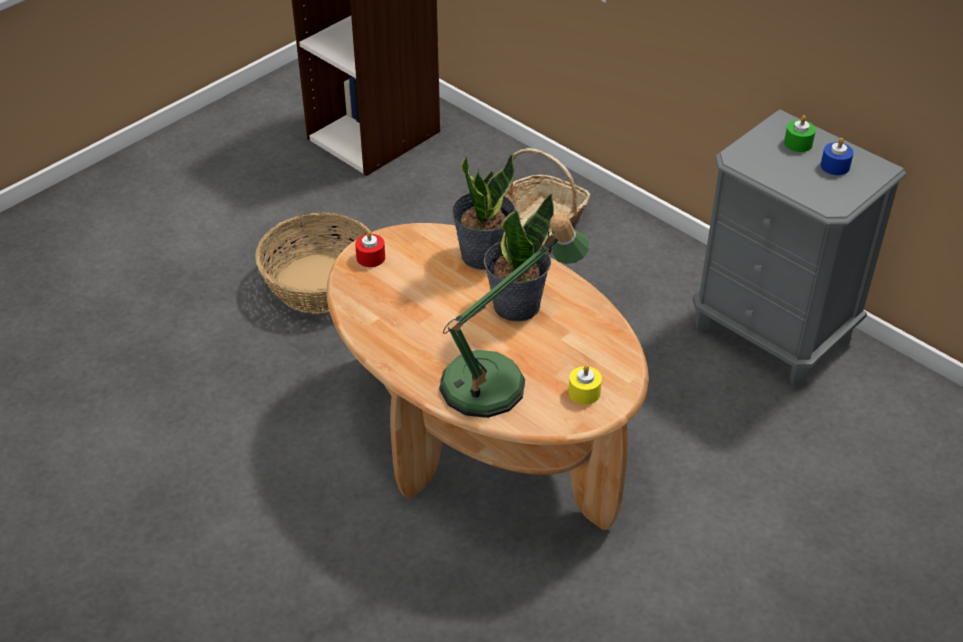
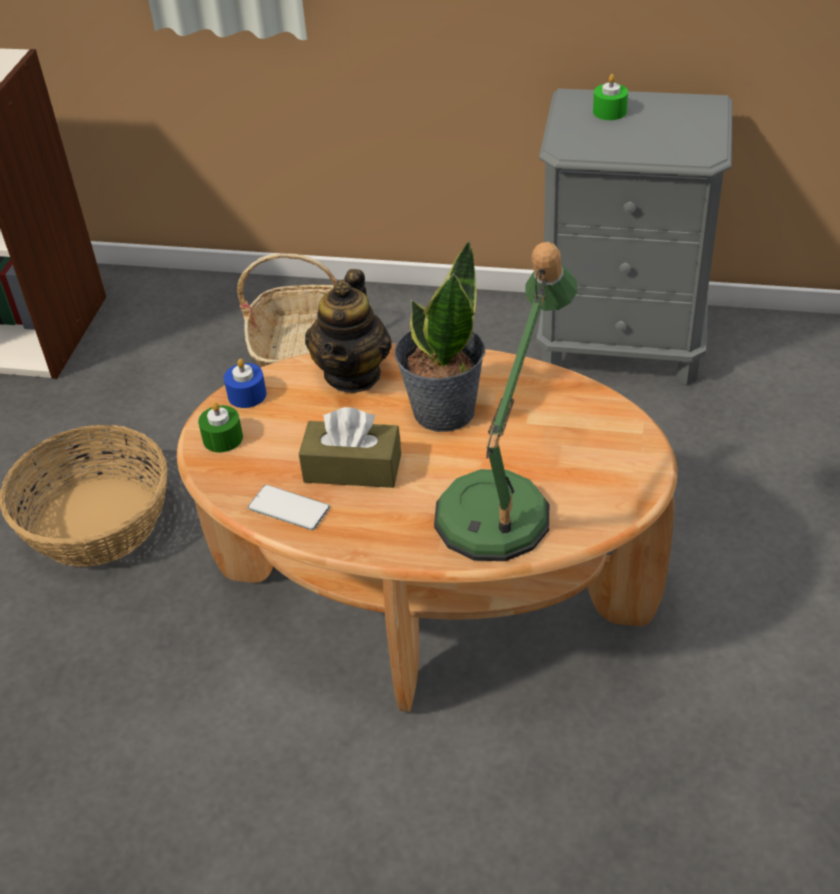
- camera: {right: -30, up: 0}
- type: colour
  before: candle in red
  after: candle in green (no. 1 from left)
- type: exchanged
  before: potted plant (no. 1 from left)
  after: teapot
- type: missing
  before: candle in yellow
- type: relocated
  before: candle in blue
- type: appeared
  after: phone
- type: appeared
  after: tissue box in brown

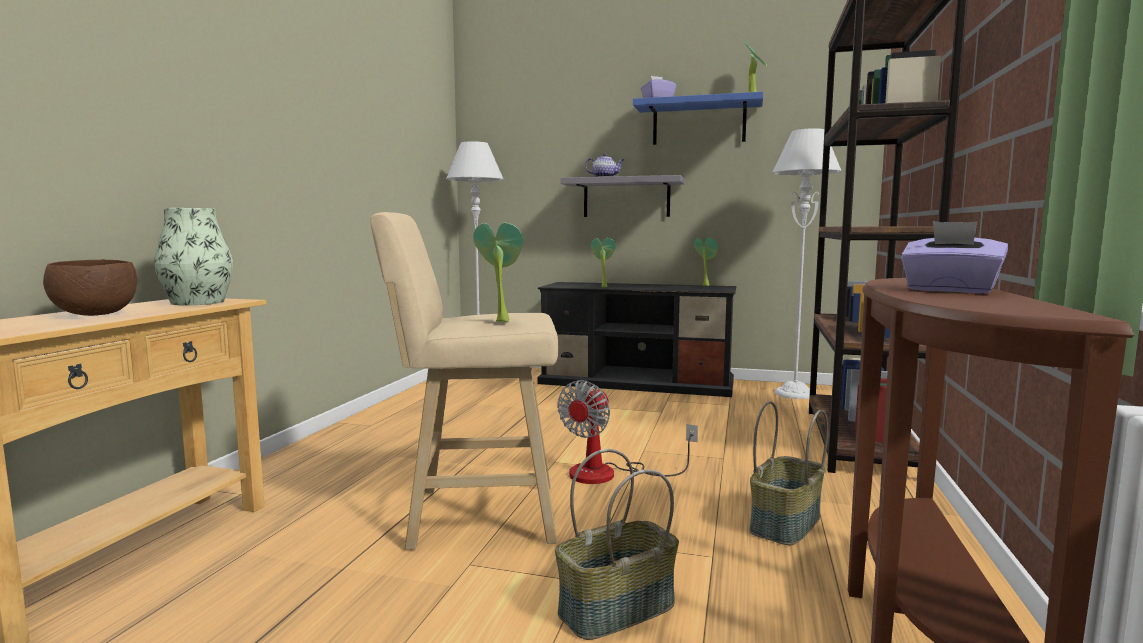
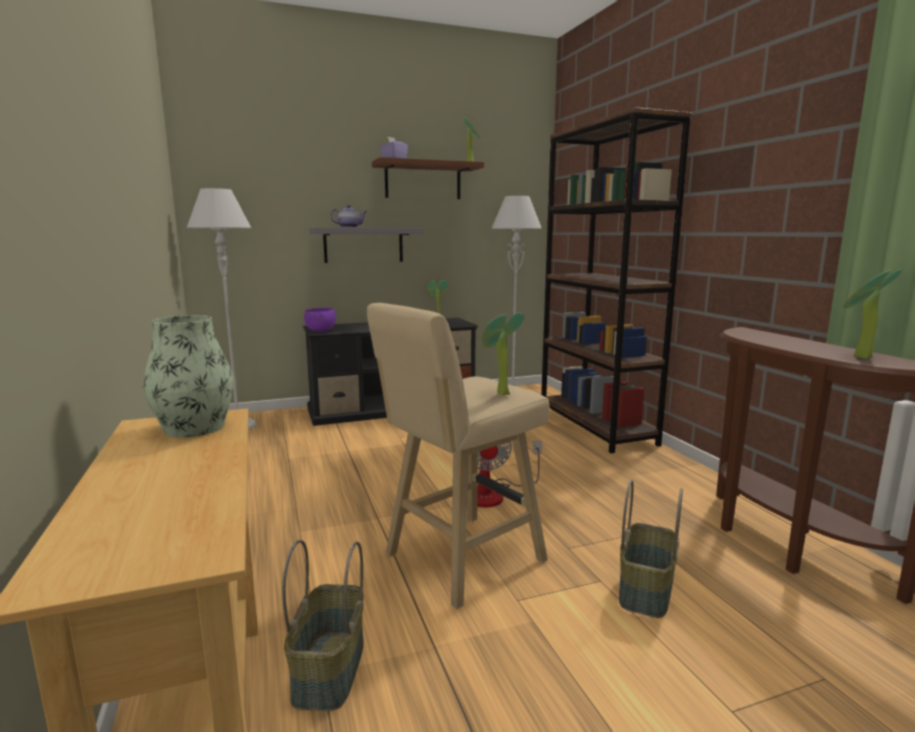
- camera: {right: -35, up: 5}
- type: missing
  before: bowl in brown
- type: relocated
  before: potted plant (no. 2 from left in the first image)
  after: potted plant (no. 4 from left)
- type: colour
  before: shelf in blue
  after: shelf in brown
- type: relocated
  before: basket (no. 2 from left in the first image)
  after: basket (no. 1 from left)
- type: missing
  before: tissue box in purple (no. 2 from left)
- type: appeared
  after: bowl in purple

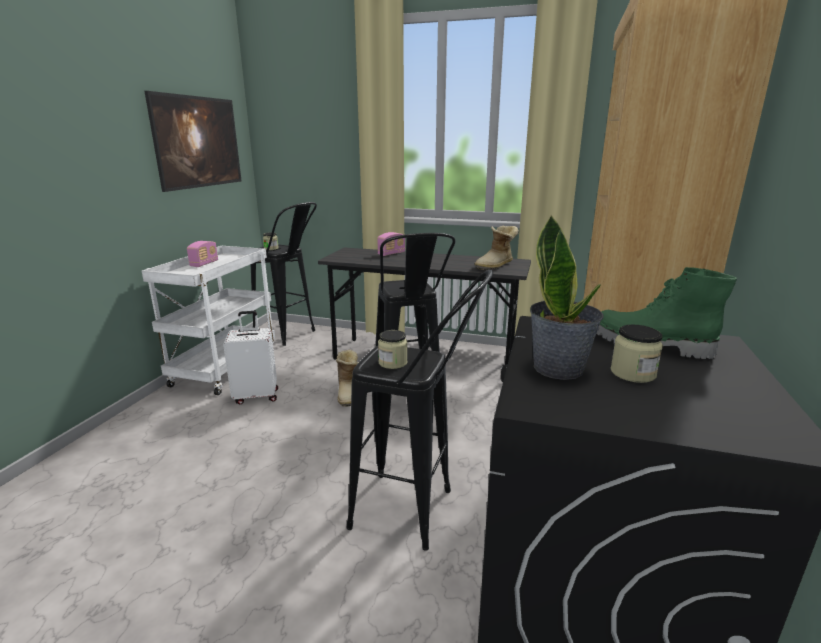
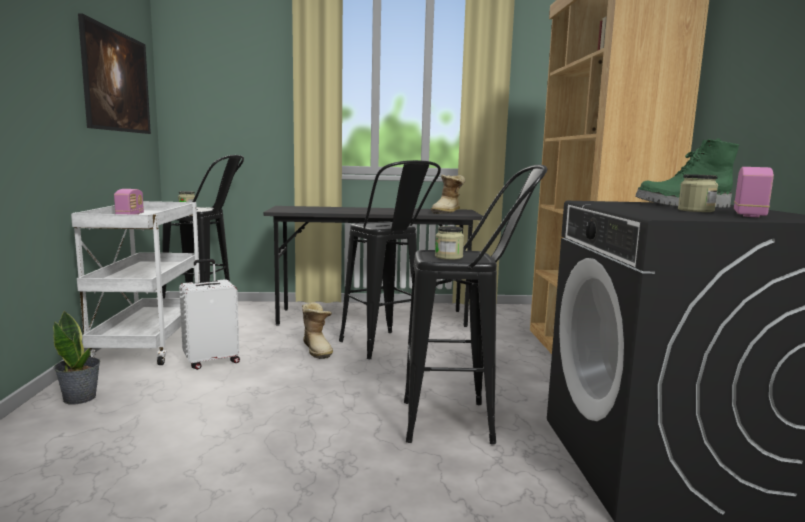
- camera: {right: -20, up: -10}
- type: relocated
  before: radio (no. 2 from left)
- type: relocated
  before: potted plant

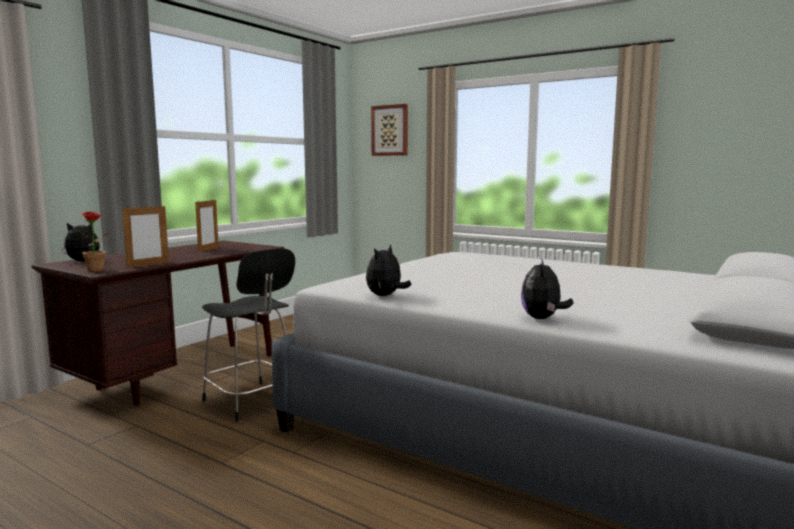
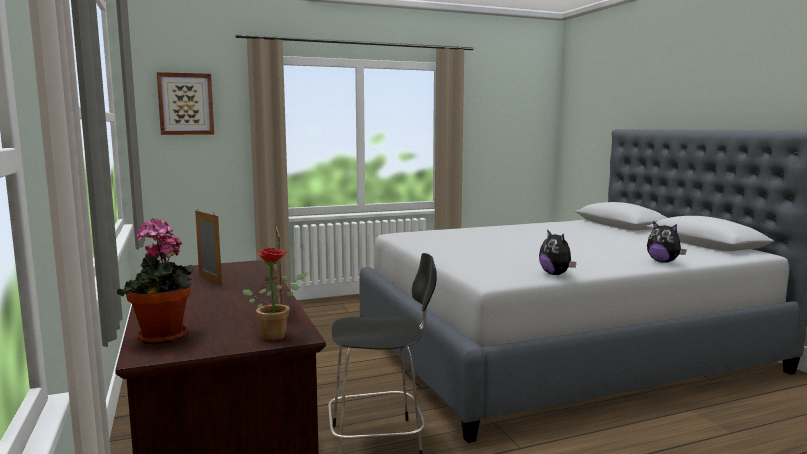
- camera: {right: -55, up: 0}
- type: exchanged
  before: plush toy (no. 1 from left)
  after: potted plant (no. 1 from left)

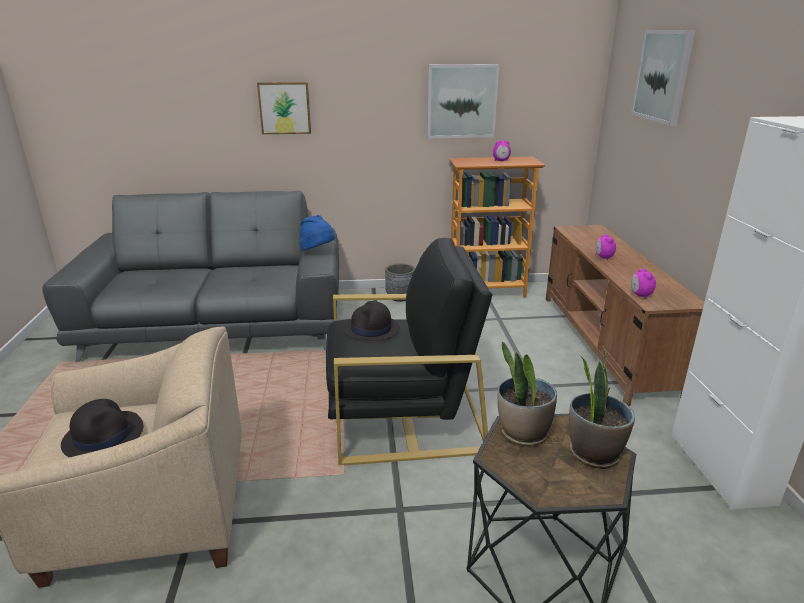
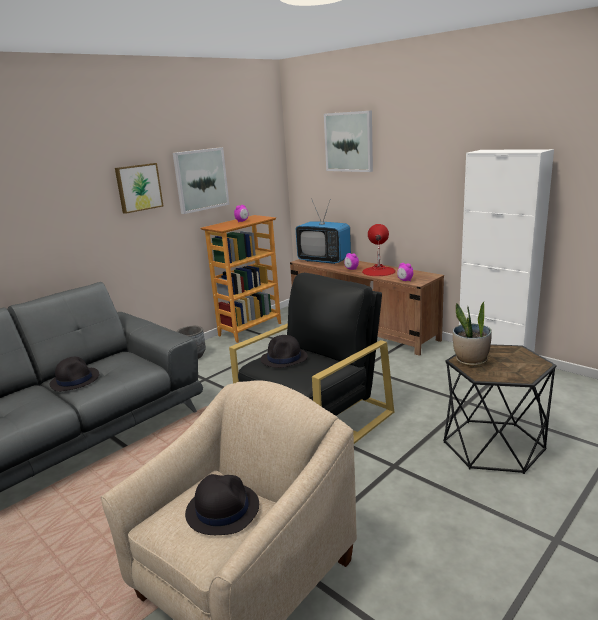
- camera: {right: -40, up: -5}
- type: relocated
  before: picture (no. 1 from left)
- type: missing
  before: hat in blue
- type: missing
  before: potted plant (no. 2 from left)
- type: appeared
  after: hat in black (no. 1 from left)
- type: appeared
  after: television
- type: appeared
  after: table lamp in red

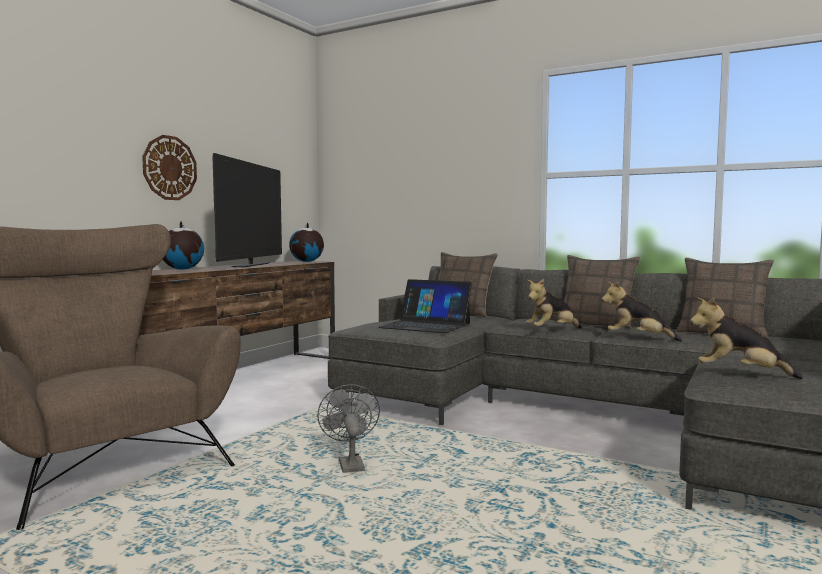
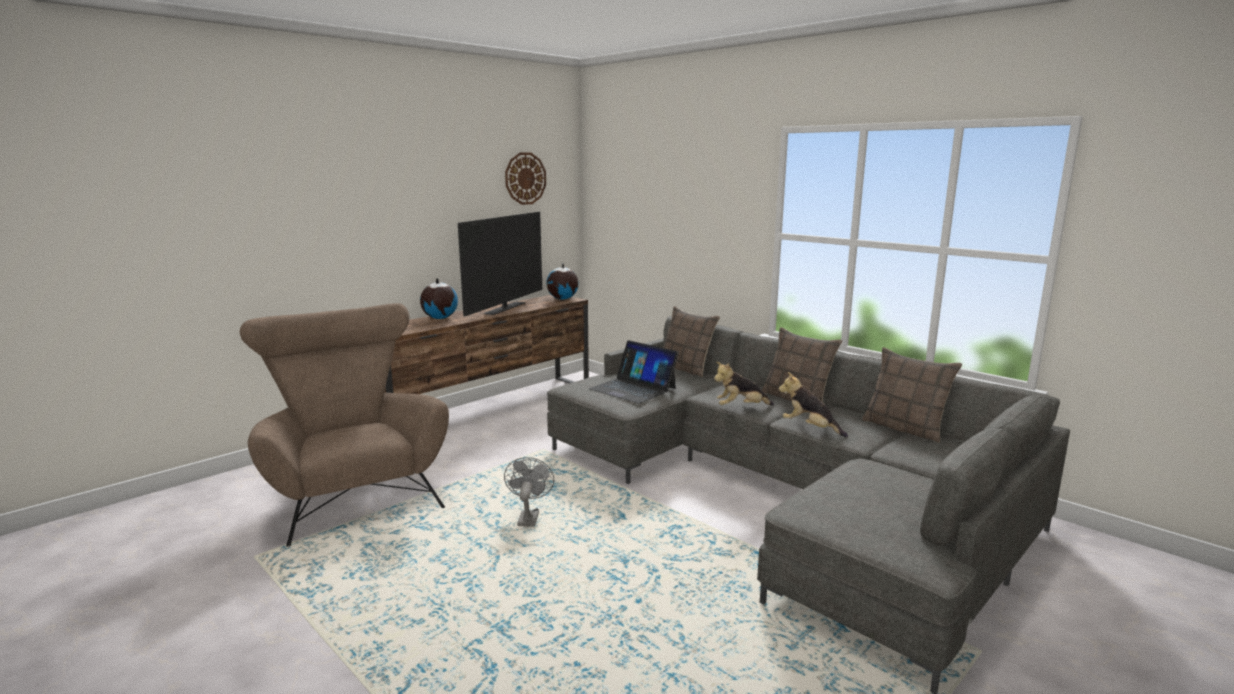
- camera: {right: 15, up: 10}
- type: relocated
  before: wall clock
- type: missing
  before: plush toy (no. 3 from left)

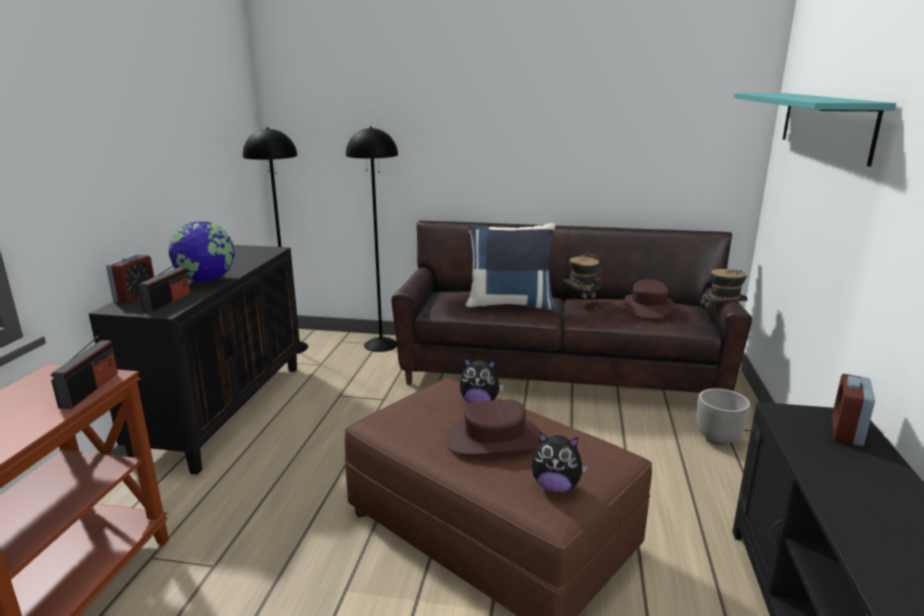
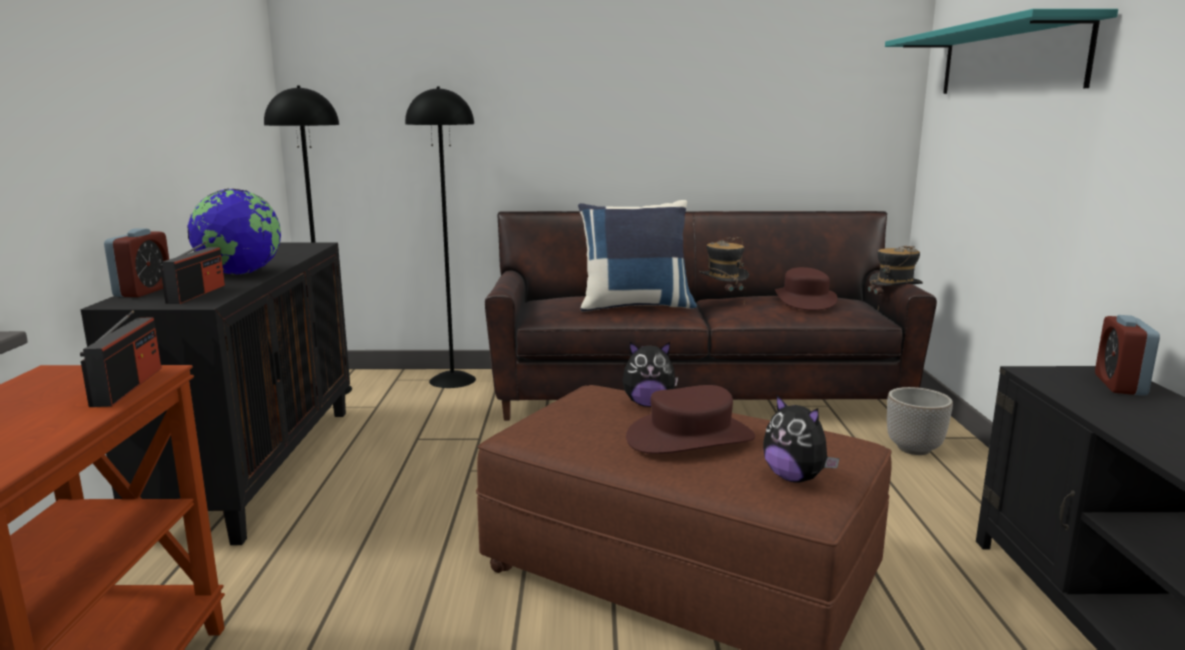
- camera: {right: -10, up: -5}
- type: spun
  before: plush toy (no. 2 from left)
  turn: 45

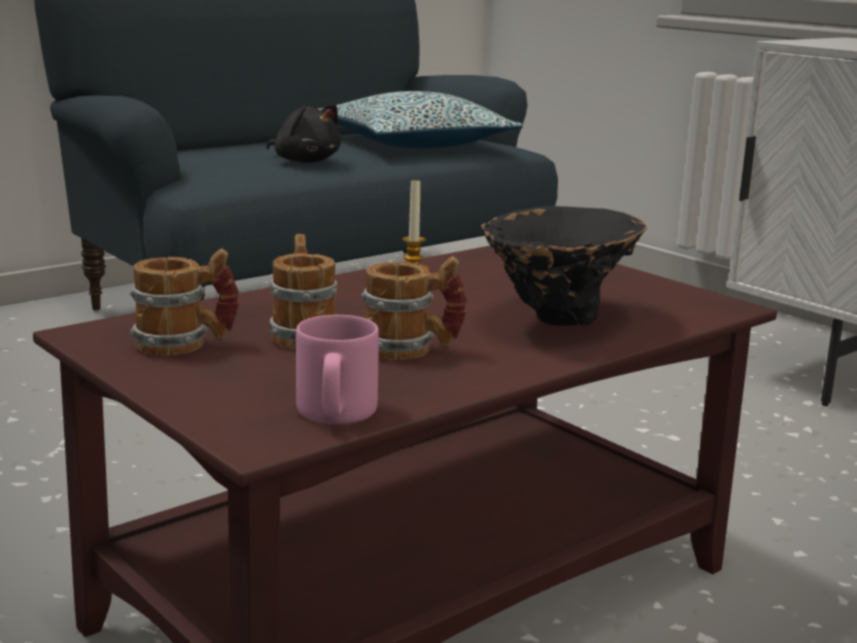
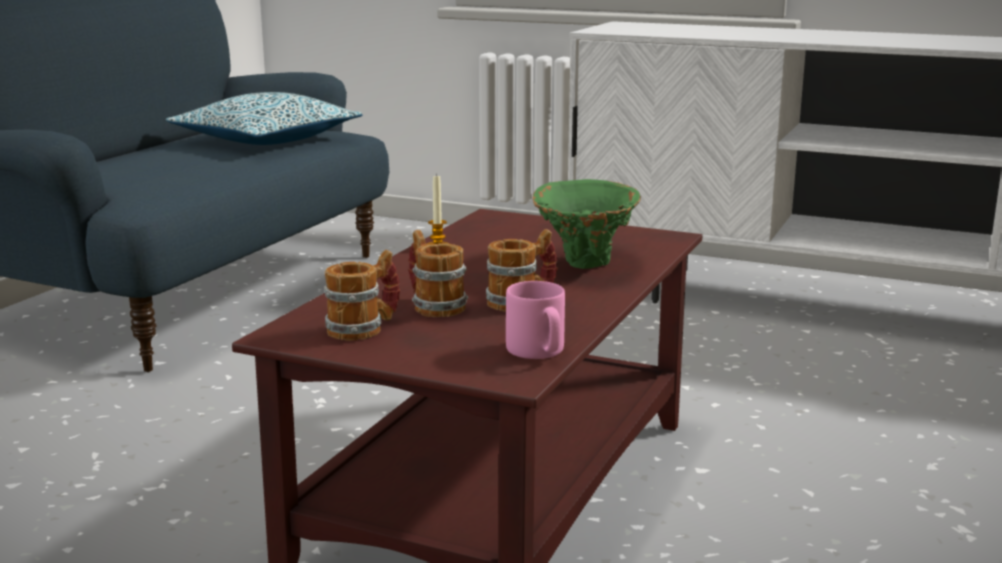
- camera: {right: -25, up: 0}
- type: missing
  before: plush toy in black
- type: colour
  before: vase in black
  after: vase in green

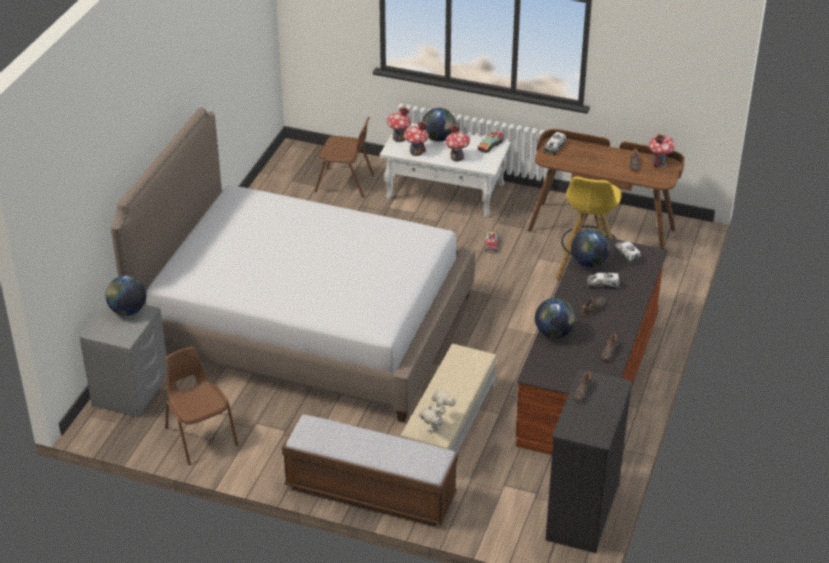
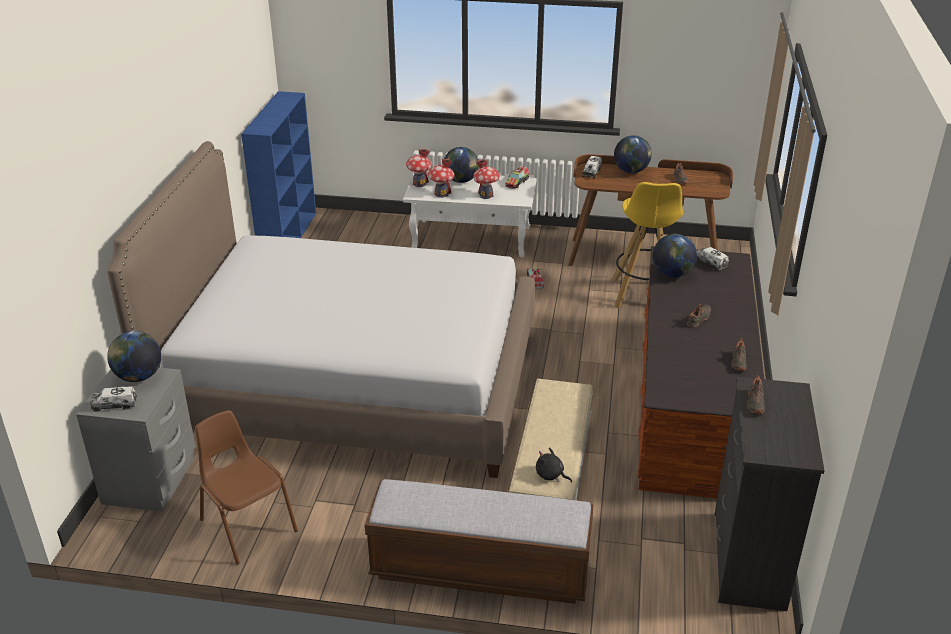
- camera: {right: -10, up: -5}
- type: missing
  before: chair in brown (no. 2 from left)
- type: exchanged
  before: toy robot
  after: plush toy in black
- type: relocated
  before: globe (no. 3 from left)
- type: relocated
  before: toy truck (no. 4 from left in the first image)
  after: toy truck (no. 1 from left)
- type: missing
  before: toy house (no. 4 from left)
- type: appeared
  after: bookcase in blue

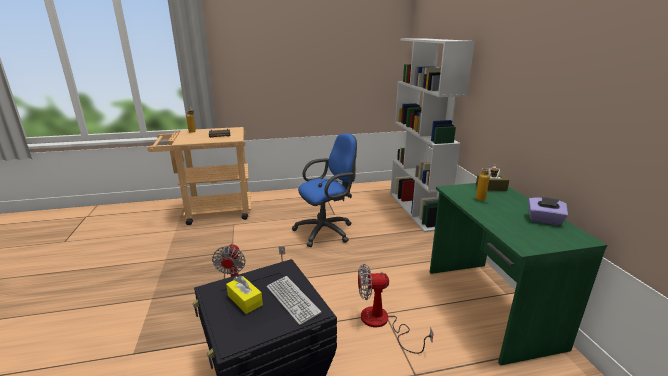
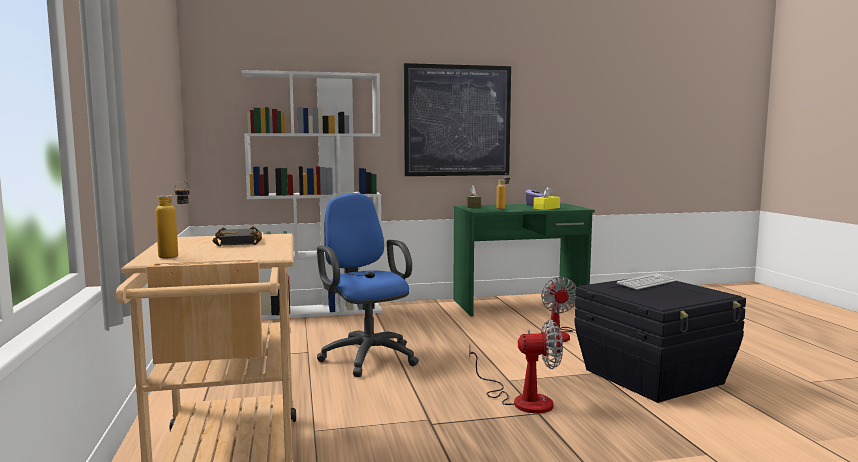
- camera: {right: -90, up: -15}
- type: relocated
  before: tissue box in yellow
- type: appeared
  after: picture

